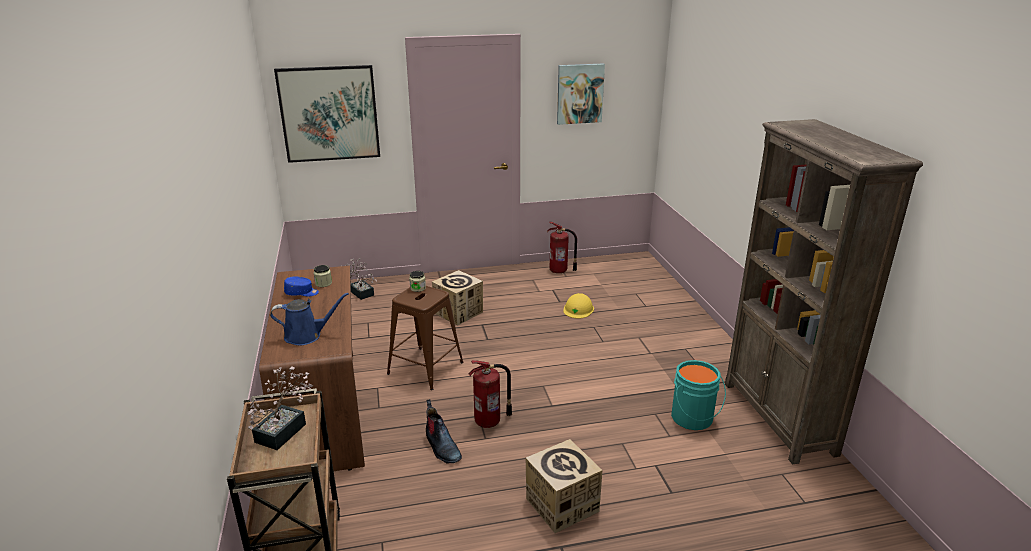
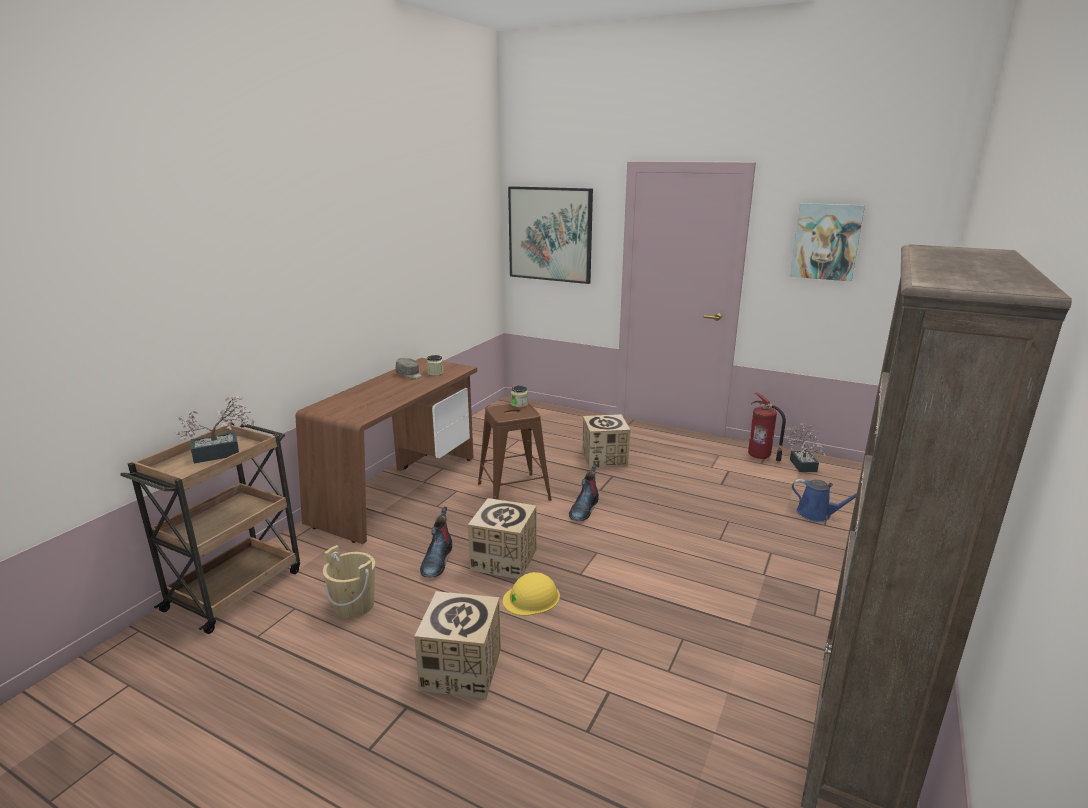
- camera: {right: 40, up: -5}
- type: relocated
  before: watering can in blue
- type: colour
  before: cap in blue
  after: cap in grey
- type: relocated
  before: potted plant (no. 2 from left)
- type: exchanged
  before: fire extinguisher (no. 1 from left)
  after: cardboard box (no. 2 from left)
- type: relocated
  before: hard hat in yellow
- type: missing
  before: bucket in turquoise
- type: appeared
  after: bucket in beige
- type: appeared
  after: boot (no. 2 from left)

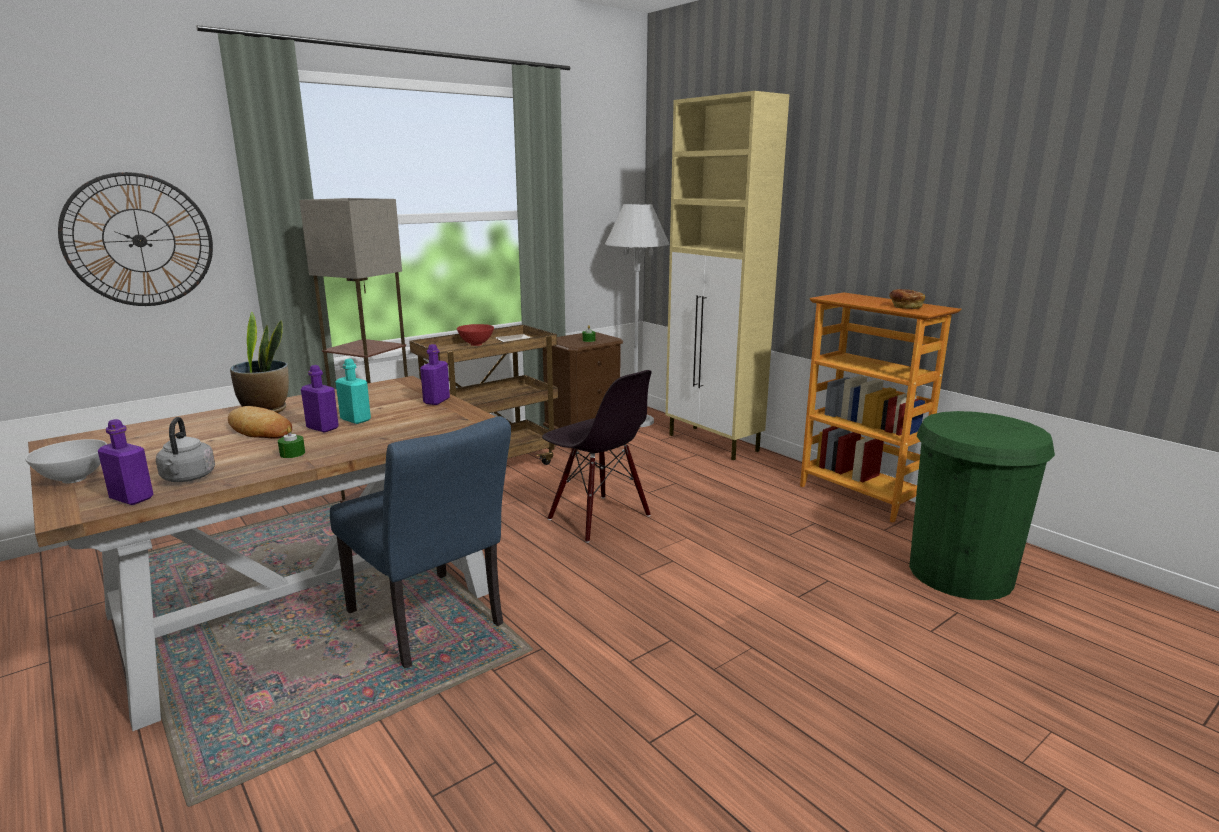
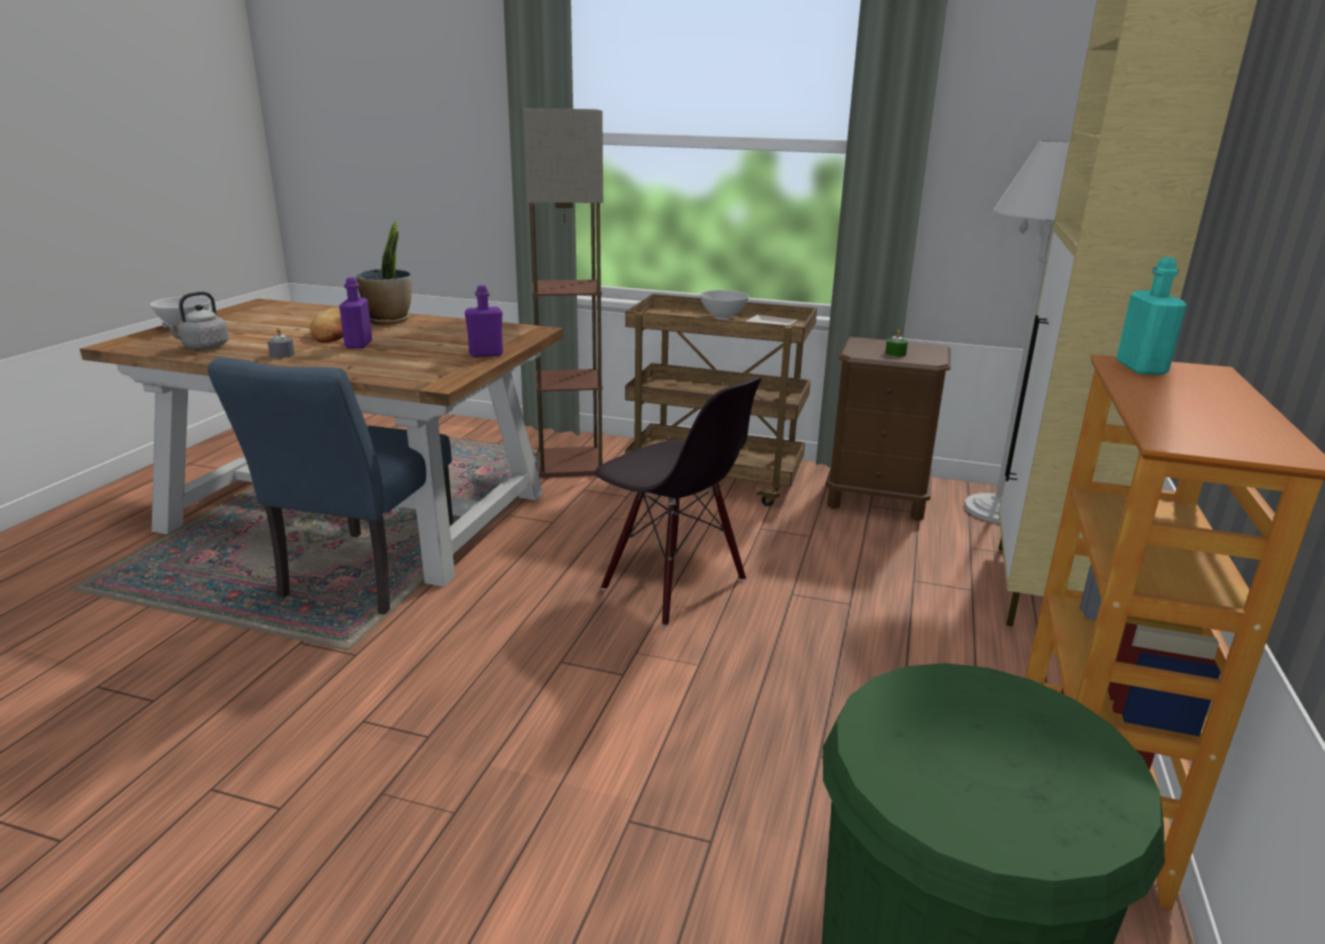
- camera: {right: 55, up: 5}
- type: missing
  before: wall clock
- type: missing
  before: bottle in purple (no. 1 from left)
- type: colour
  before: candle in green (no. 1 from left)
  after: candle in grey
- type: relocated
  before: bottle in turquoise
- type: colour
  before: bowl in red
  after: bowl in white (no. 2 from left)
- type: spun
  before: chair in black
  turn: -60
- type: missing
  before: bread (no. 2 from left)

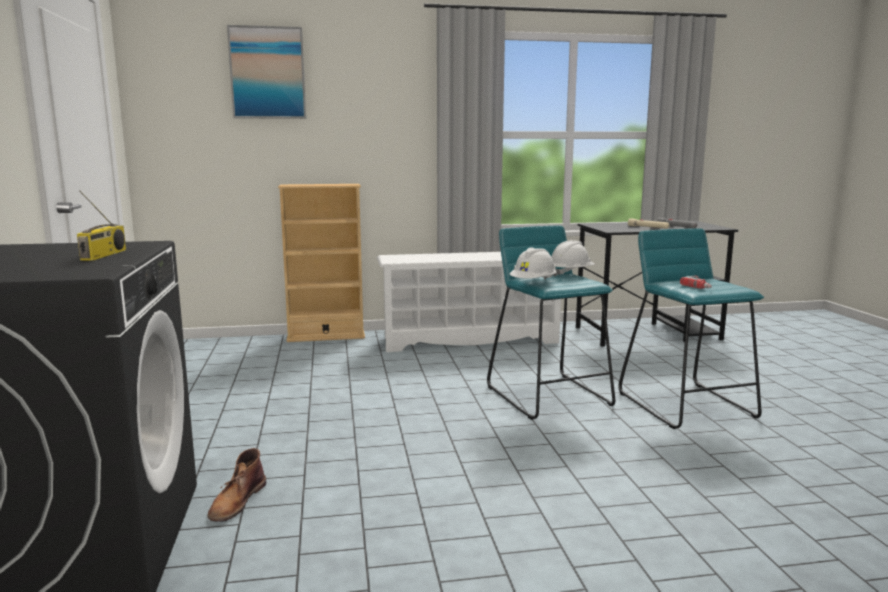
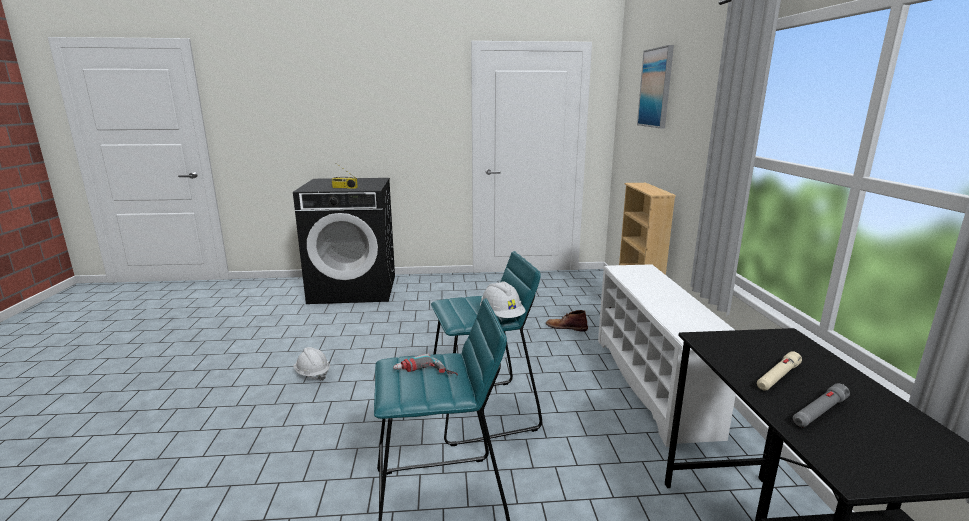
- camera: {right: 95, up: 5}
- type: relocated
  before: boot in brown
- type: relocated
  before: hard hat in white (no. 1 from left)

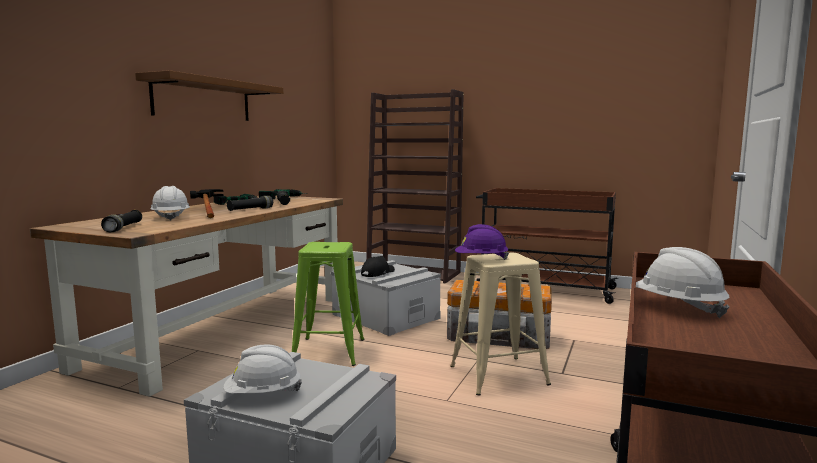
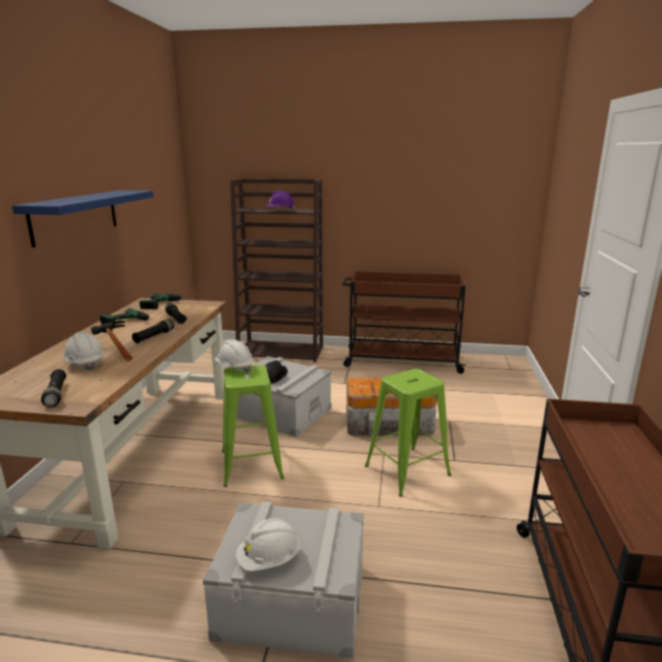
- camera: {right: -15, up: 10}
- type: colour
  before: shelf in brown
  after: shelf in blue
- type: colour
  before: stool in beige
  after: stool in green (no. 2 from left)
- type: relocated
  before: hard hat in purple
- type: relocated
  before: hard hat in white (no. 3 from left in the first image)
  after: hard hat in white (no. 2 from left)

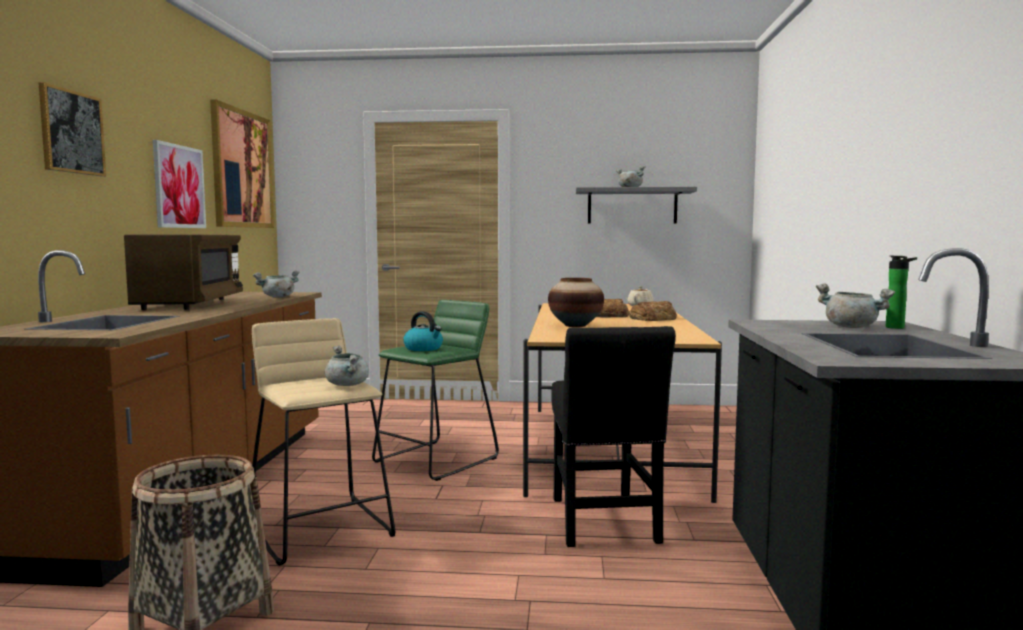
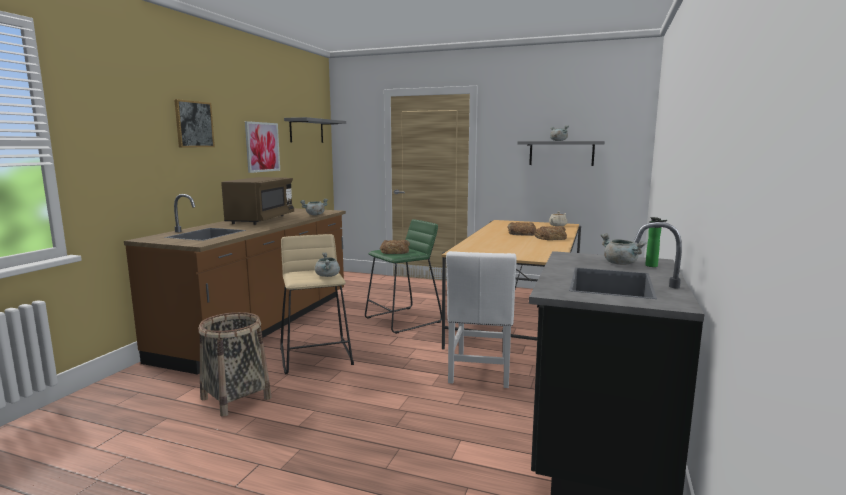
- camera: {right: 15, up: 5}
- type: exchanged
  before: picture (no. 3 from left)
  after: shelf in grey (no. 1 from left)
- type: exchanged
  before: kettle
  after: bread (no. 1 from left)
- type: missing
  before: vase
- type: colour
  before: chair in black
  after: chair in white

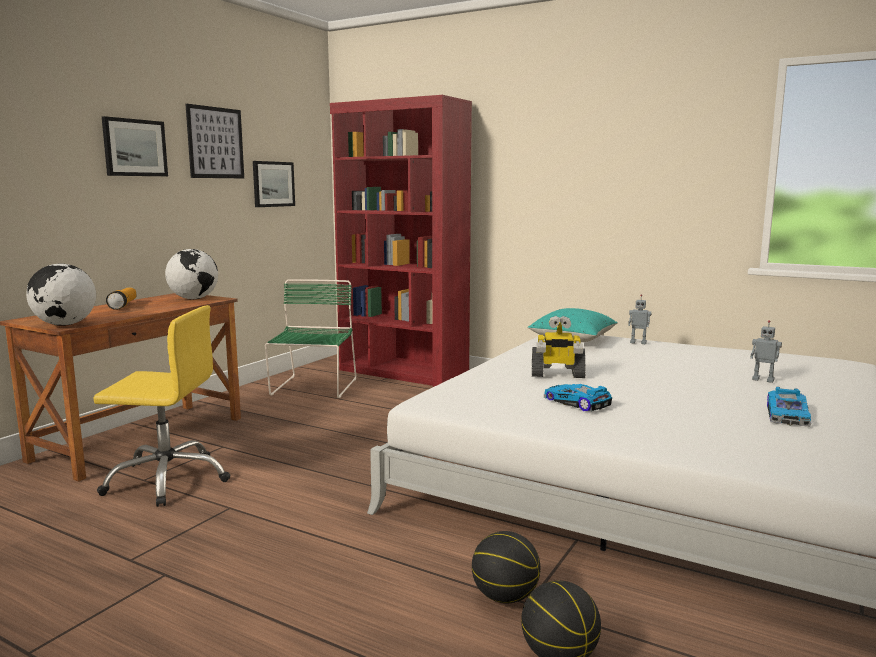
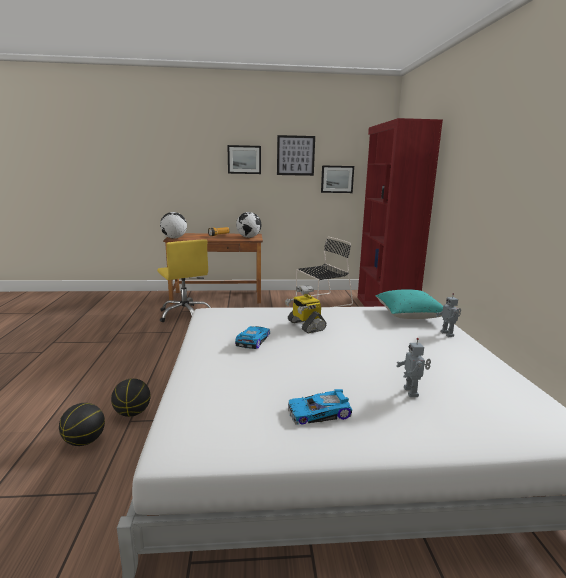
- camera: {right: 55, up: 5}
- type: colour
  before: chair in green
  after: chair in black

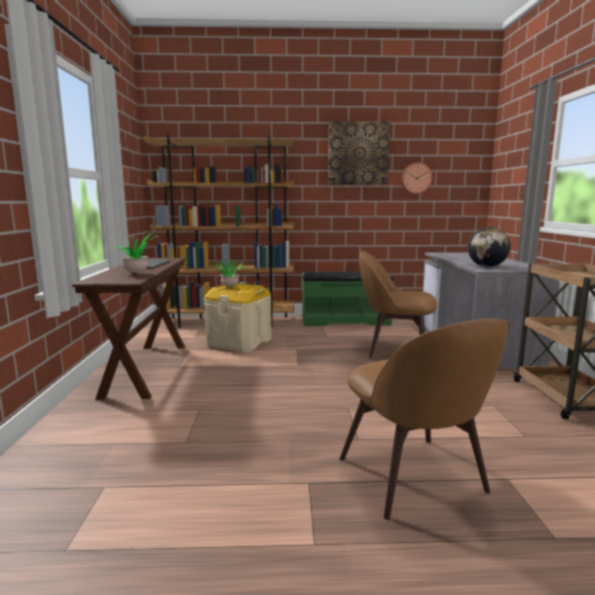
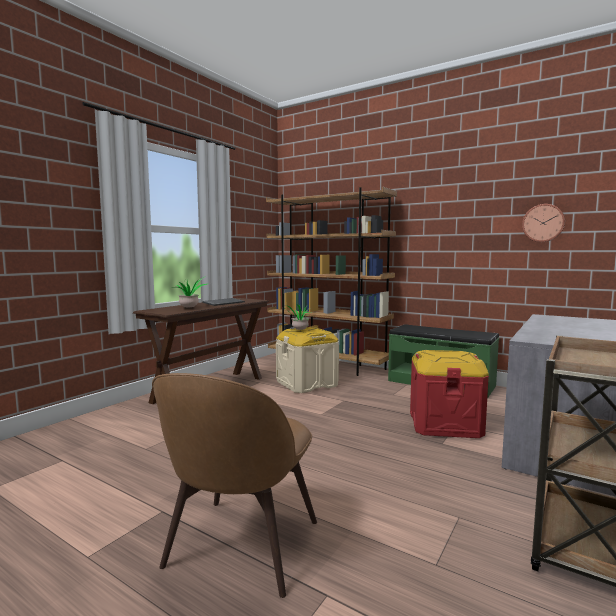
- camera: {right: 35, up: -5}
- type: missing
  before: picture
- type: exchanged
  before: chair in brown (no. 1 from left)
  after: storage box in red
- type: missing
  before: globe

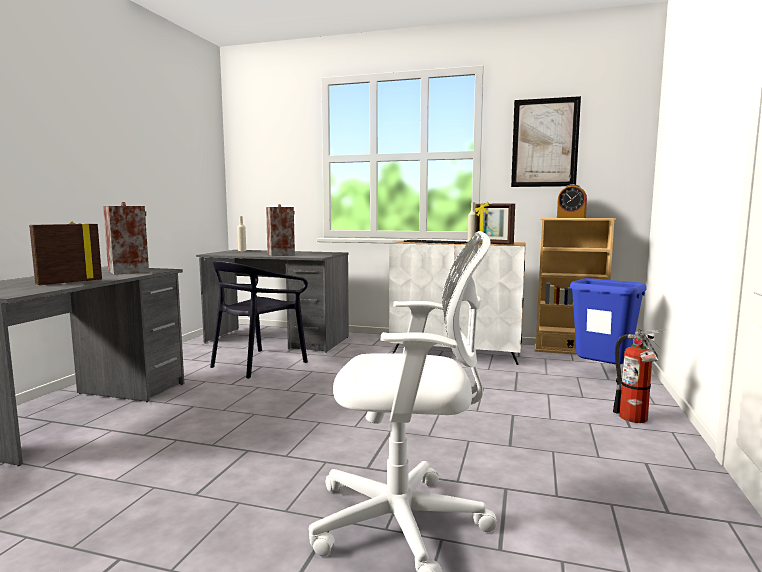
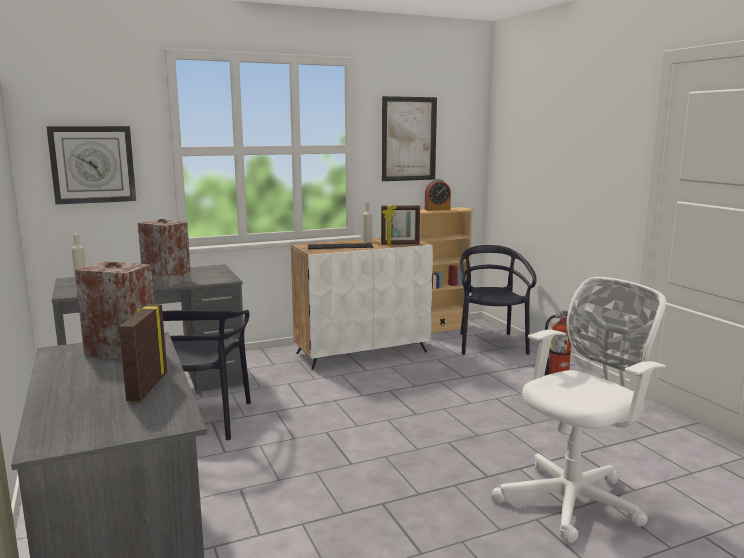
- camera: {right: -40, up: 5}
- type: exchanged
  before: trash can in blue
  after: chair in black (no. 2 from left)
- type: appeared
  after: wall clock

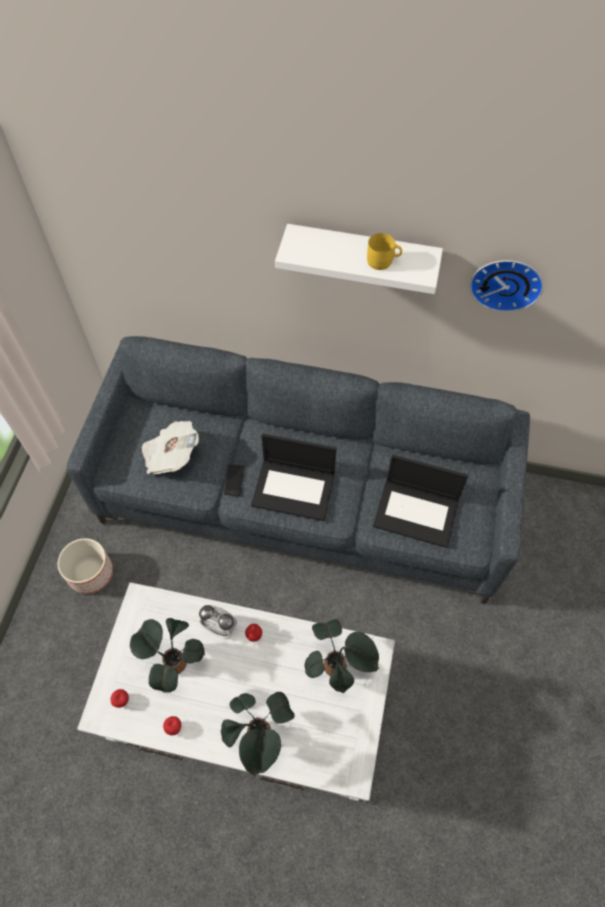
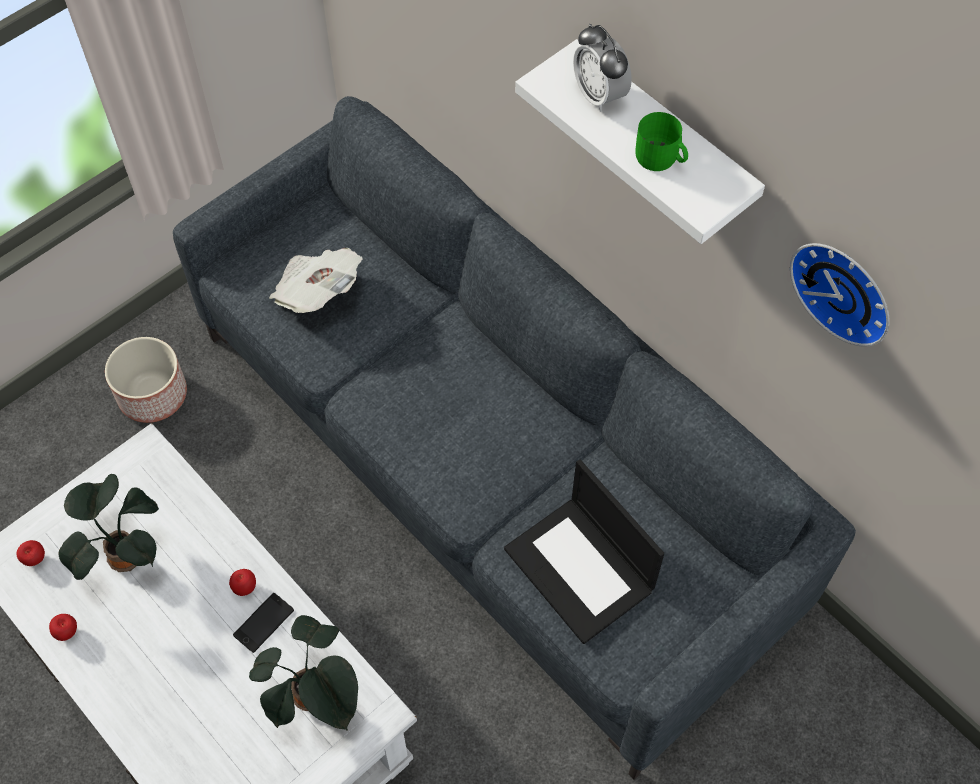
- camera: {right: 35, up: 0}
- type: relocated
  before: alarm clock
- type: missing
  before: potted plant (no. 2 from left)
- type: relocated
  before: phone
- type: missing
  before: laptop (no. 1 from left)
- type: colour
  before: mug in yellow
  after: mug in green

